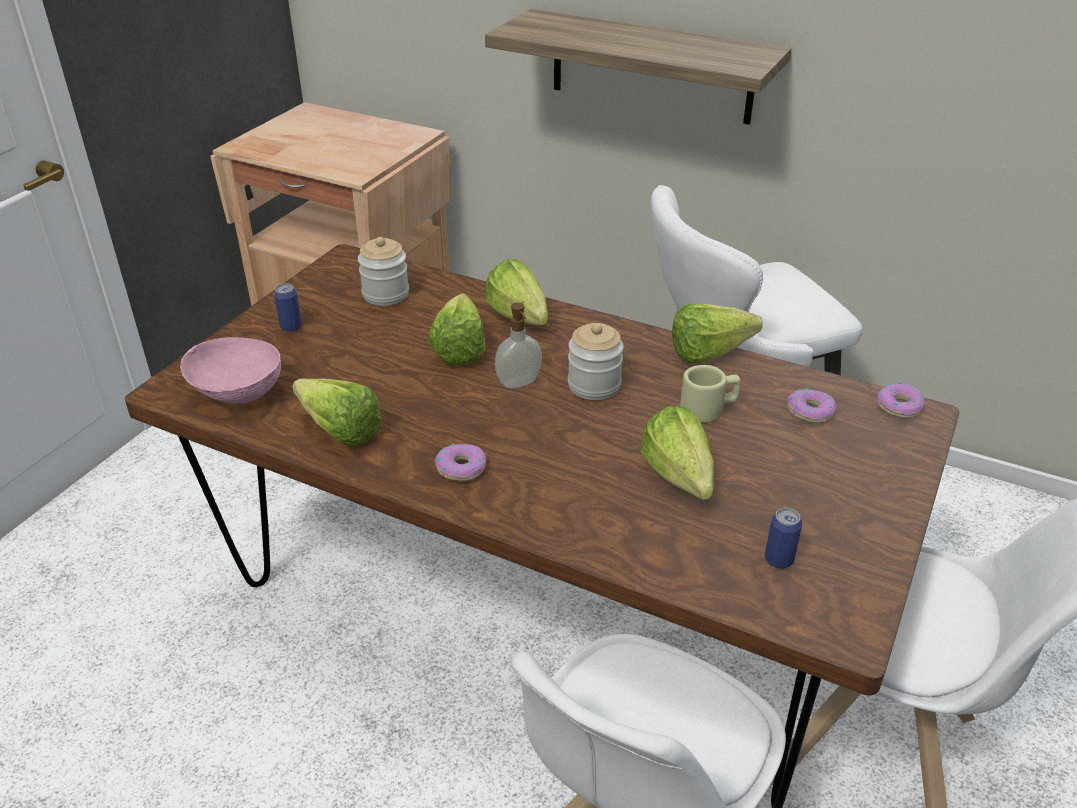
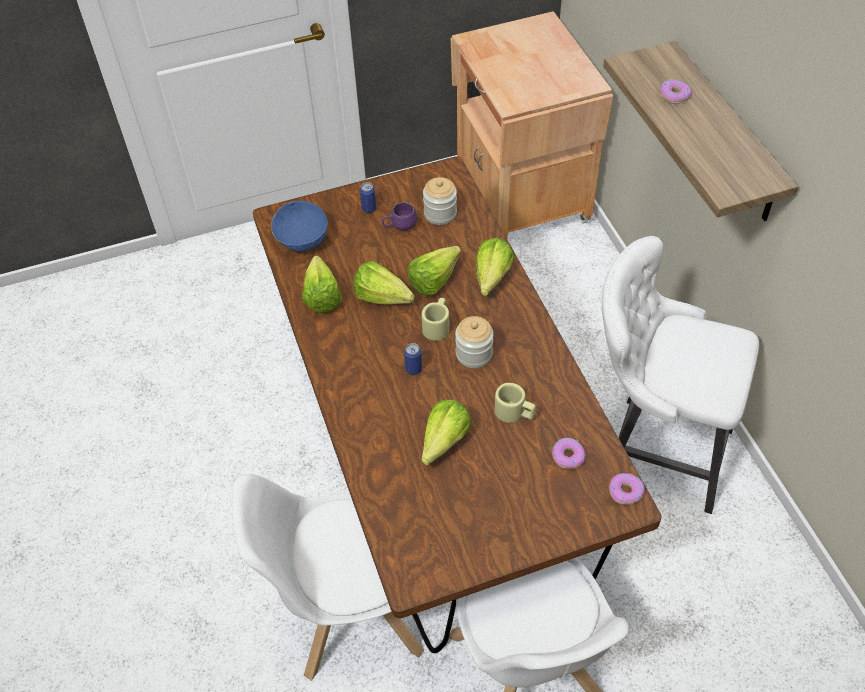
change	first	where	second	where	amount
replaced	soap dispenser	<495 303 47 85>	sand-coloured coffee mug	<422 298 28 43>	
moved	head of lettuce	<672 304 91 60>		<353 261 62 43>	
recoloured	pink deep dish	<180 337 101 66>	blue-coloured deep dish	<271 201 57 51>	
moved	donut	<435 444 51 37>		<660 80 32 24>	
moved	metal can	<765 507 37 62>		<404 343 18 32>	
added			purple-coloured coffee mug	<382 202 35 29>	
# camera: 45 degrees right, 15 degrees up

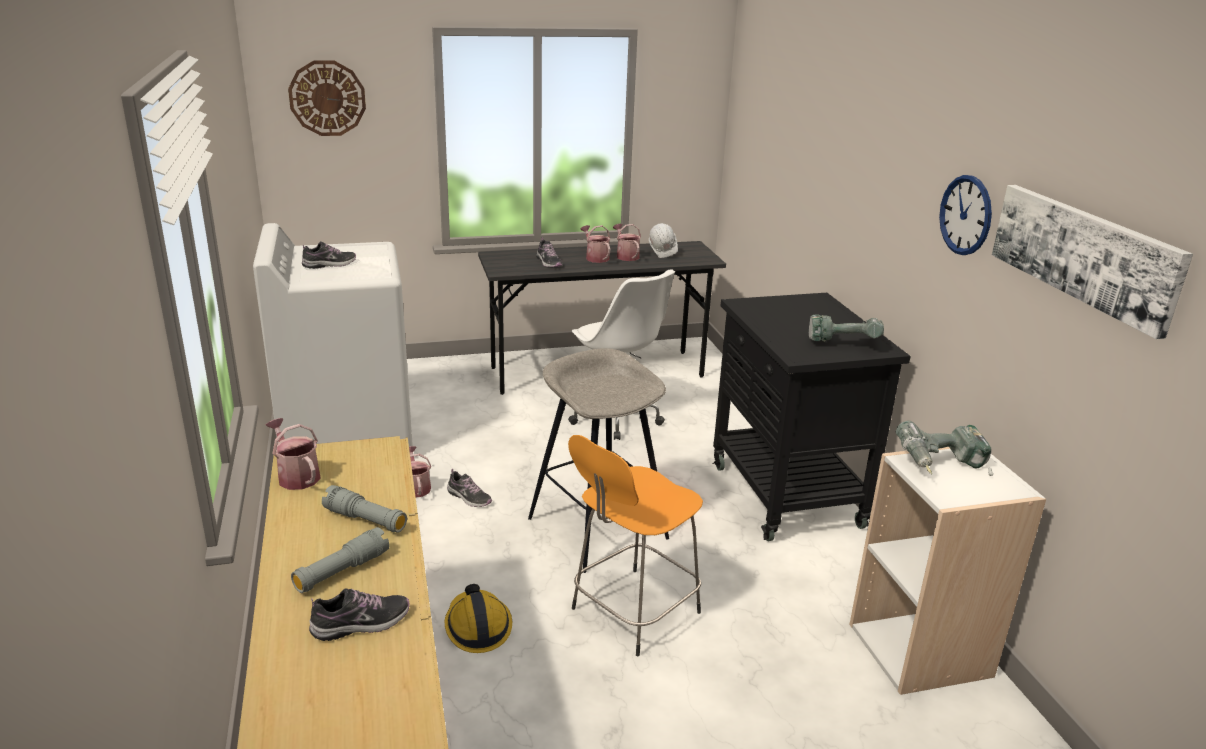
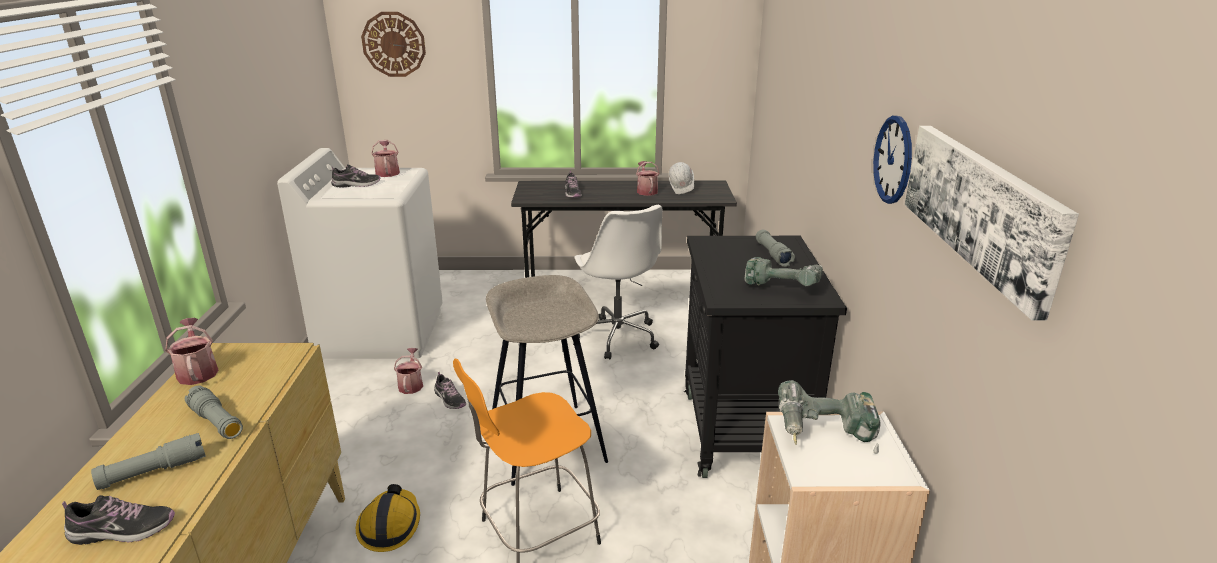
change	first	where	second	where	amount
moved	watering can	<580 225 30 38>		<371 140 29 37>	
added			grey torch	<756 230 39 37>	
# camera: 15 degrees right, 0 degrees up

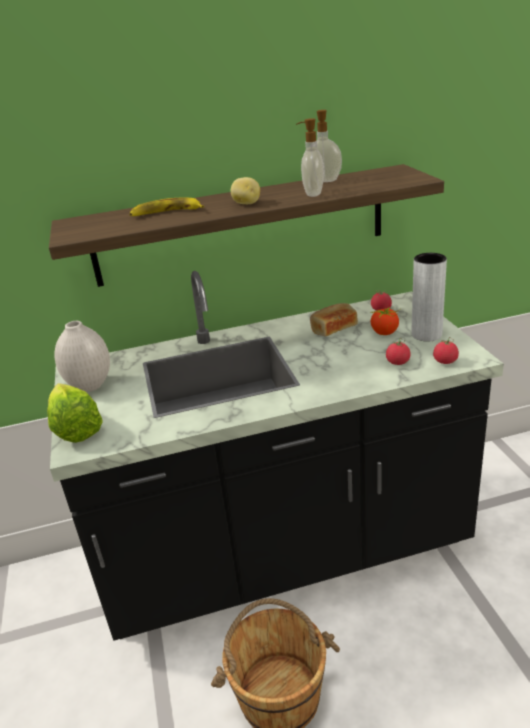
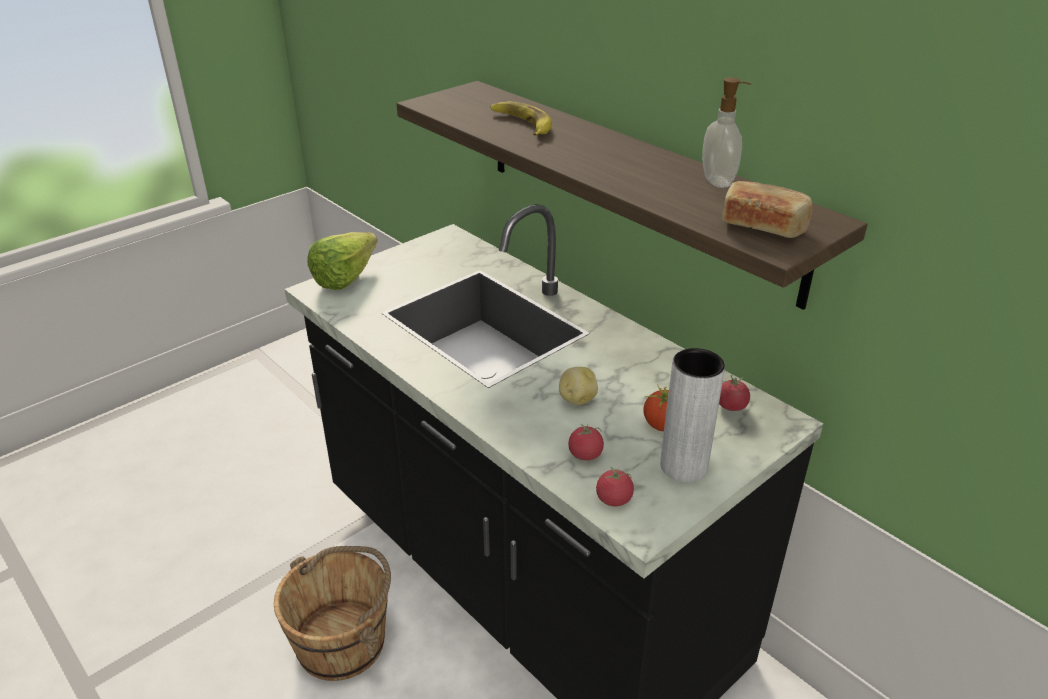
change	first	where	second	where	amount
removed	soap dispenser	<296 118 28 79>			
moved	spud	<231 177 29 27>		<559 367 39 38>	
moved	bakery bread	<310 303 48 33>		<722 181 91 57>	
removed	white flower vase	<54 321 56 71>			
# camera: 60 degrees right, 5 degrees up

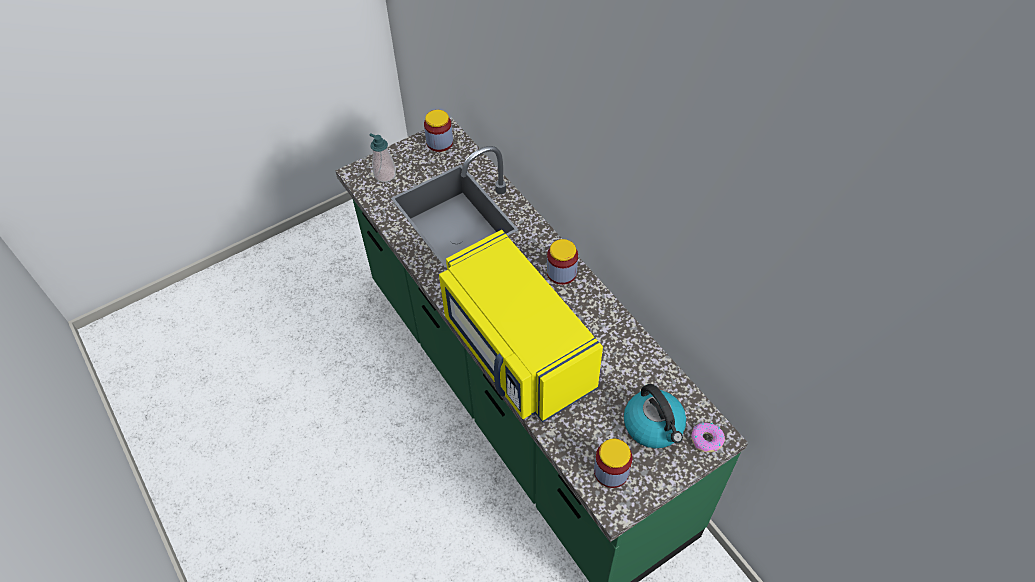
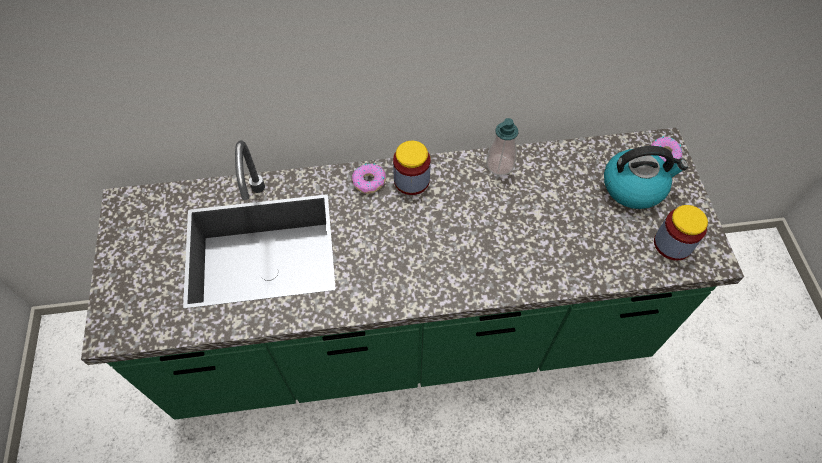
change	first	where	second	where	amount
removed	preserve jar	<424 110 29 42>			
moved	soap dispenser	<370 134 26 48>		<486 118 32 58>	
removed	yellow-coloured microwave oven	<439 230 164 192>			
added			donut	<352 163 34 31>	
# camera: 65 degrees left, 5 degrees up

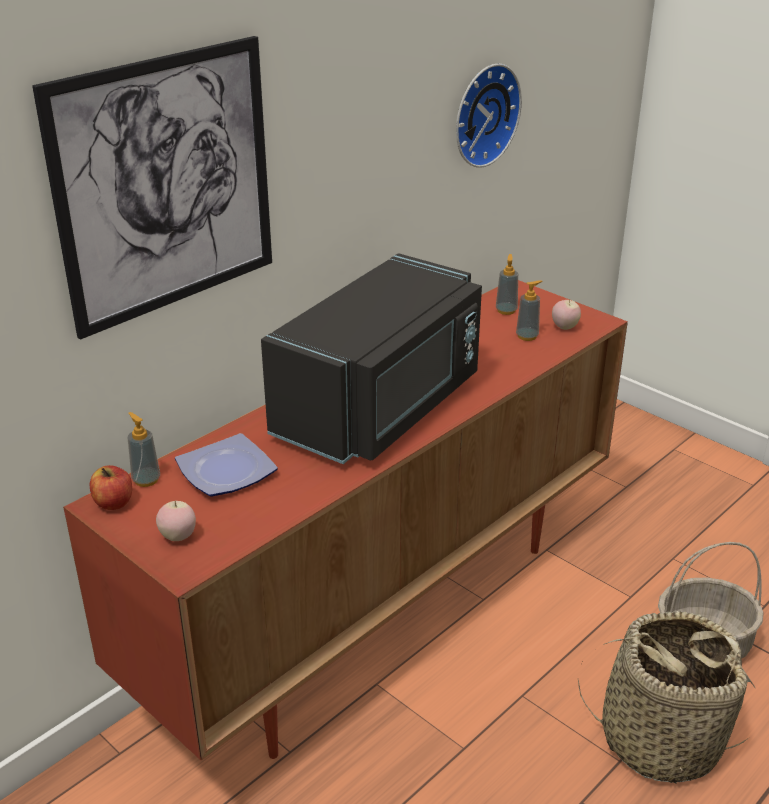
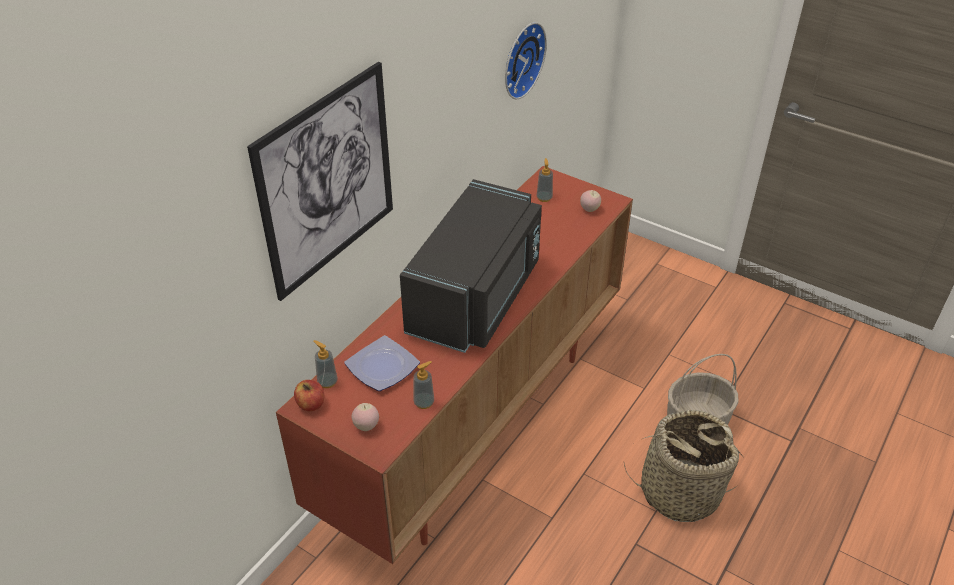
change	first	where	second	where	amount
moved	soap dispenser	<516 280 27 61>		<414 361 20 48>	
# camera: 10 degrees left, 10 degrees up

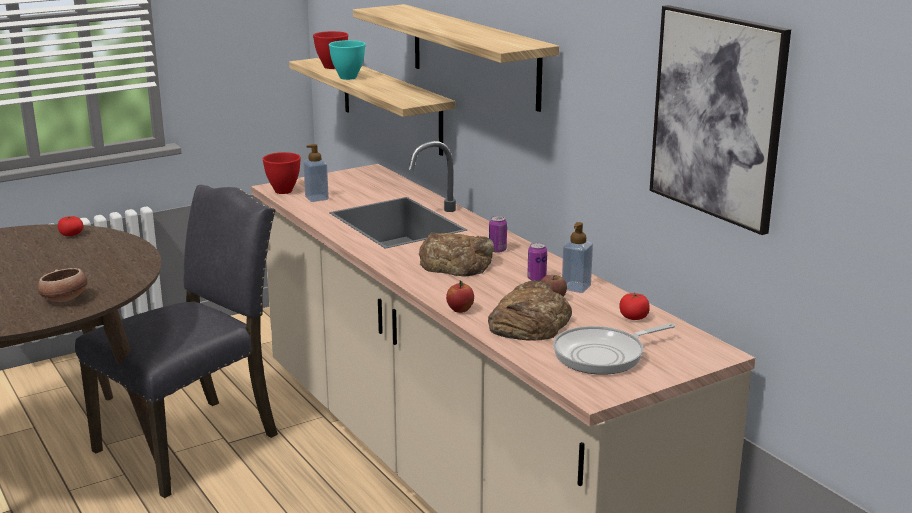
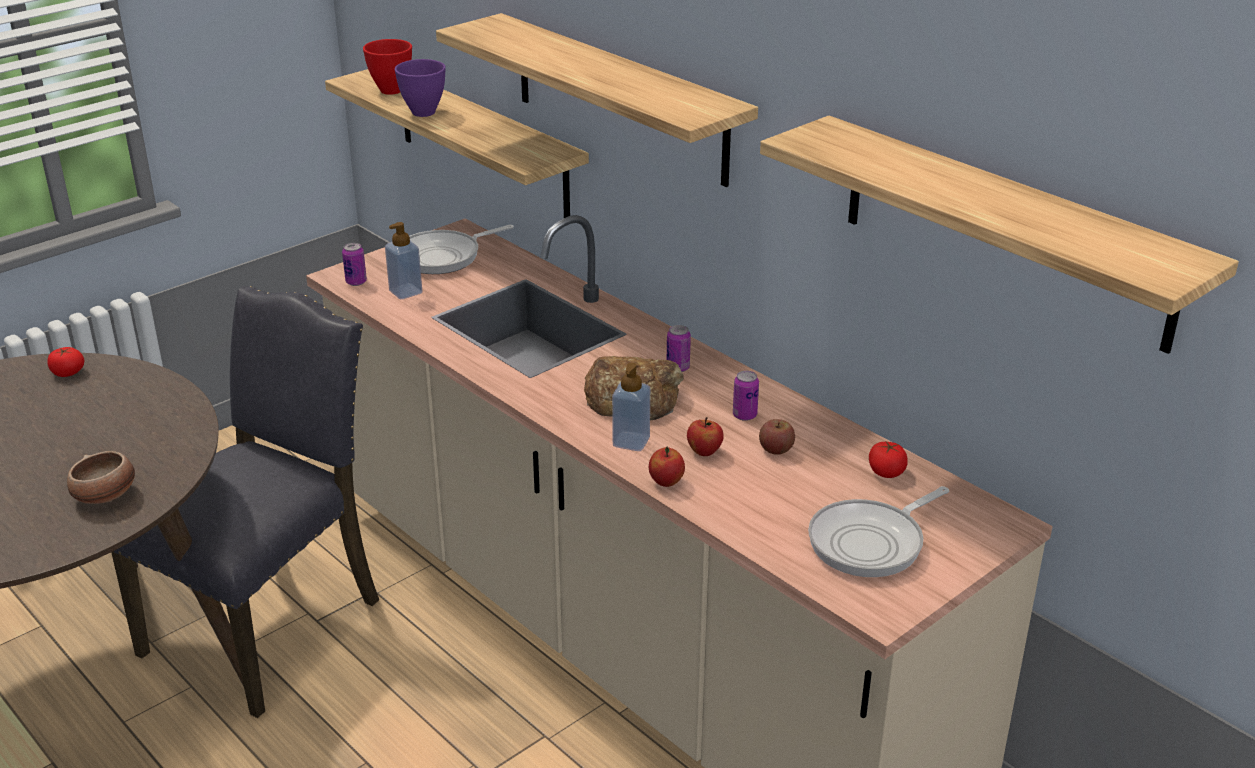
change	first	where	second	where	amount
replaced	picture	<650 5 141 230>	wall shelf	<760 115 479 239>	
recoloured	turquoise-coloured deep dish	<329 40 36 40>	purple-coloured deep dish	<395 59 51 58>	
replaced	red deep dish	<263 152 38 42>	metal can	<342 243 25 43>	
moved	soap dispenser	<562 222 31 71>		<612 363 38 88>	
removed	bakery bread	<488 281 84 60>			
added			skillet	<409 225 105 49>	
added			whole apple	<687 417 37 39>	
# camera: 10 degrees left, 10 degrees up

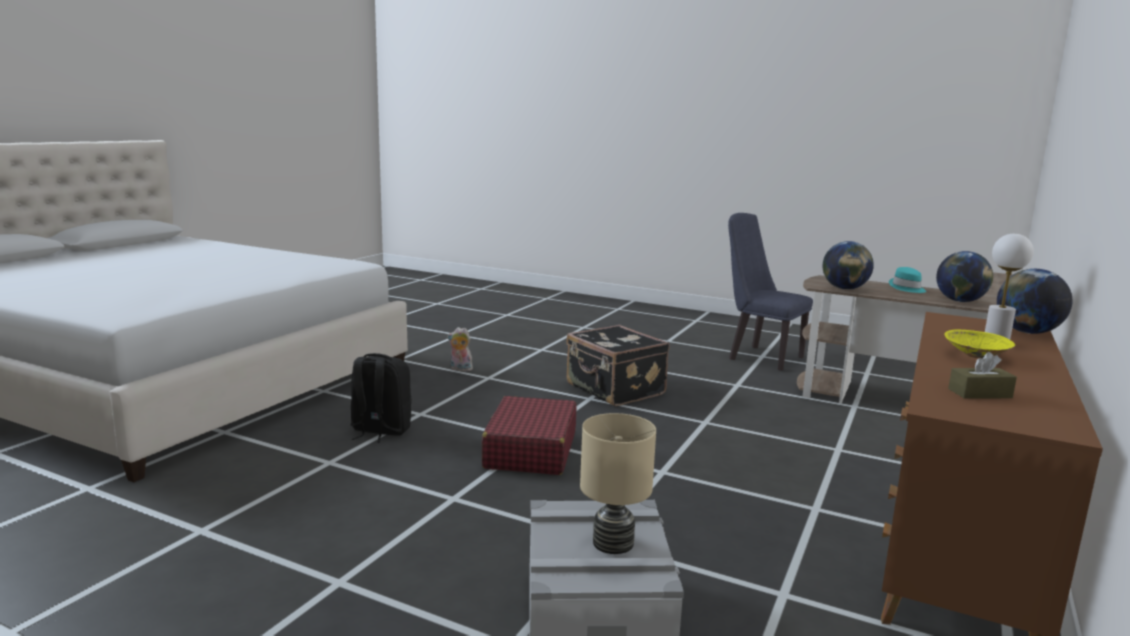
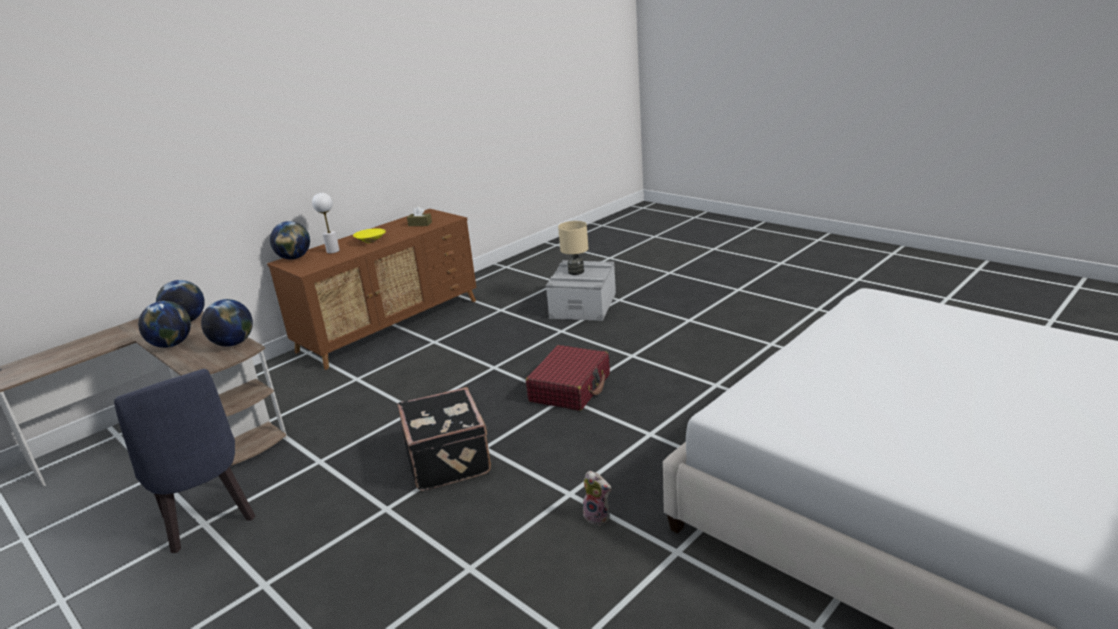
change	first	where	second	where	amount
replaced	turquoise-coloured wearable hat	<889 267 37 26>	desk globe	<138 301 53 47>	
removed	blackish knapsack	<350 353 62 90>			
# camera: 160 degrees left, 10 degrees up

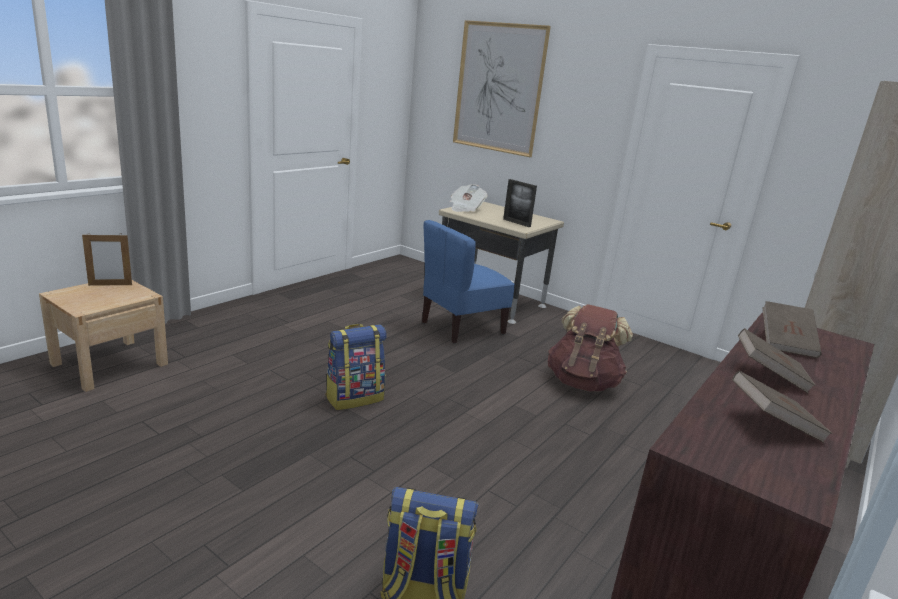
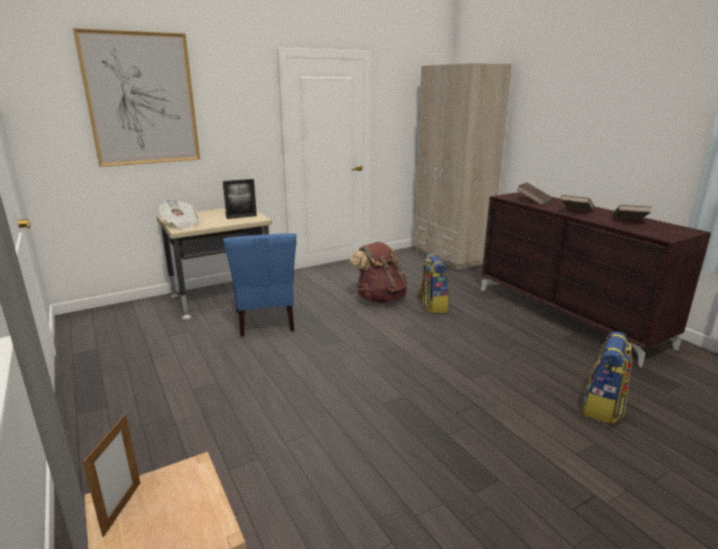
change	first	where	second	where	amount
moved	knapsack	<325 324 62 86>		<418 253 31 61>	
# camera: 65 degrees left, 0 degrees up

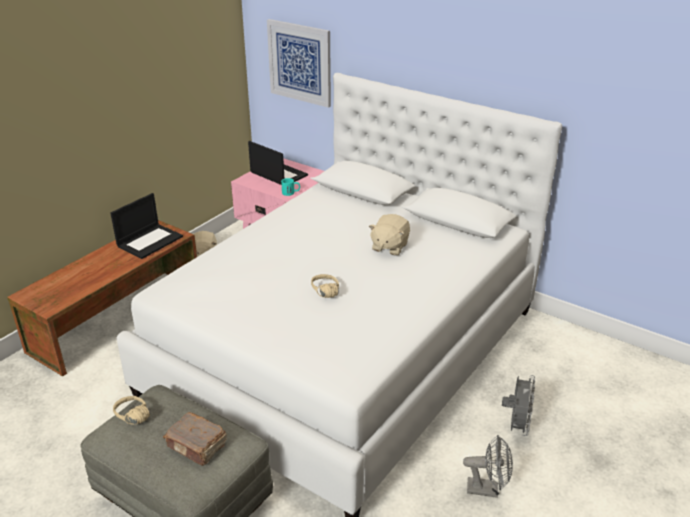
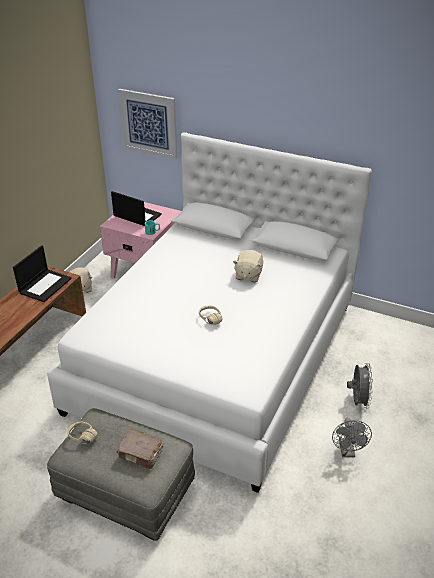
change	first	where	second	where	amount
turned	grey electric fan	<463 435 50 63>		<332 418 40 39>	90 degrees clockwise
# camera: 10 degrees left, 5 degrees up

